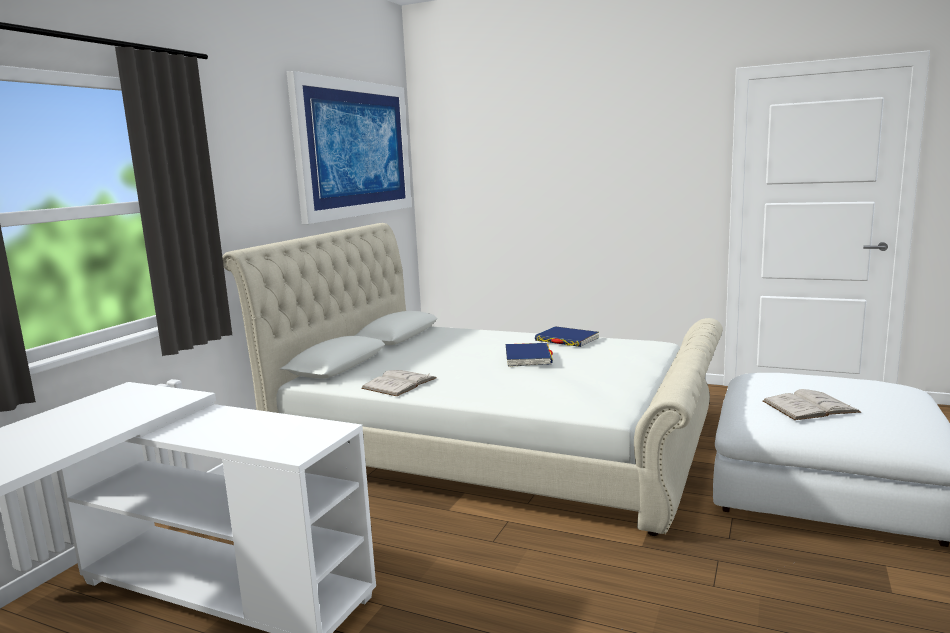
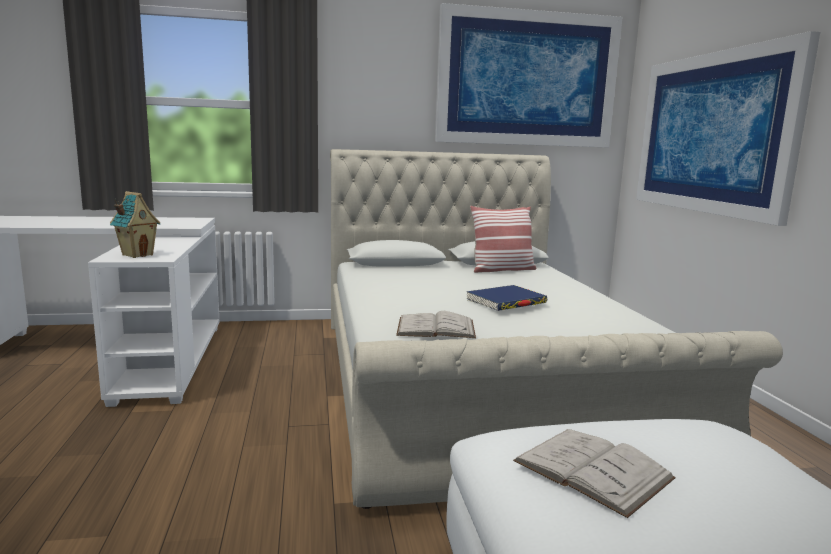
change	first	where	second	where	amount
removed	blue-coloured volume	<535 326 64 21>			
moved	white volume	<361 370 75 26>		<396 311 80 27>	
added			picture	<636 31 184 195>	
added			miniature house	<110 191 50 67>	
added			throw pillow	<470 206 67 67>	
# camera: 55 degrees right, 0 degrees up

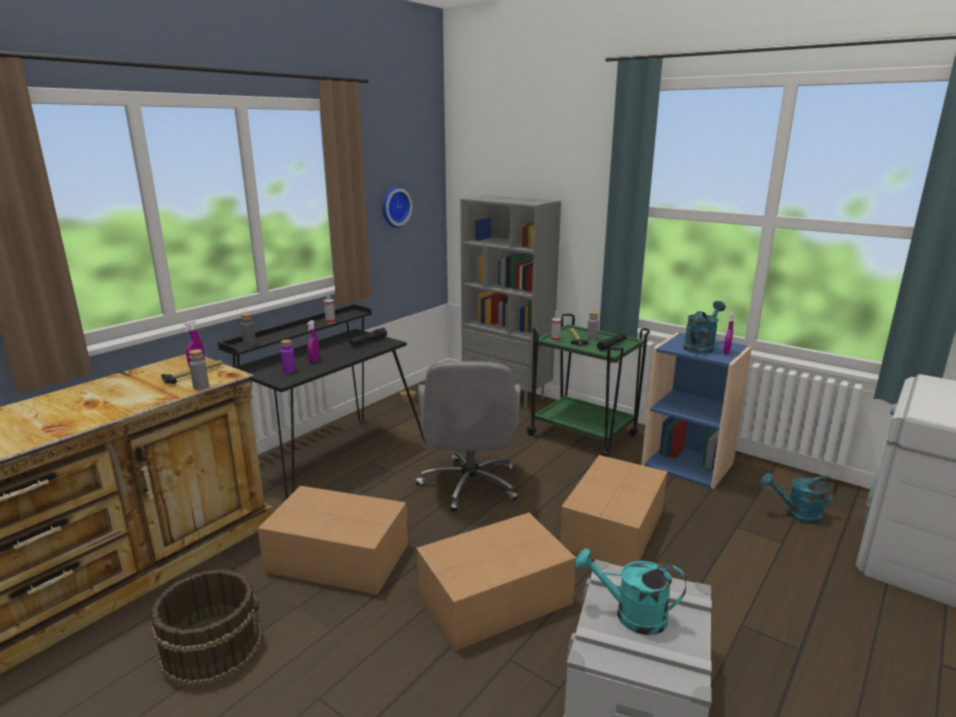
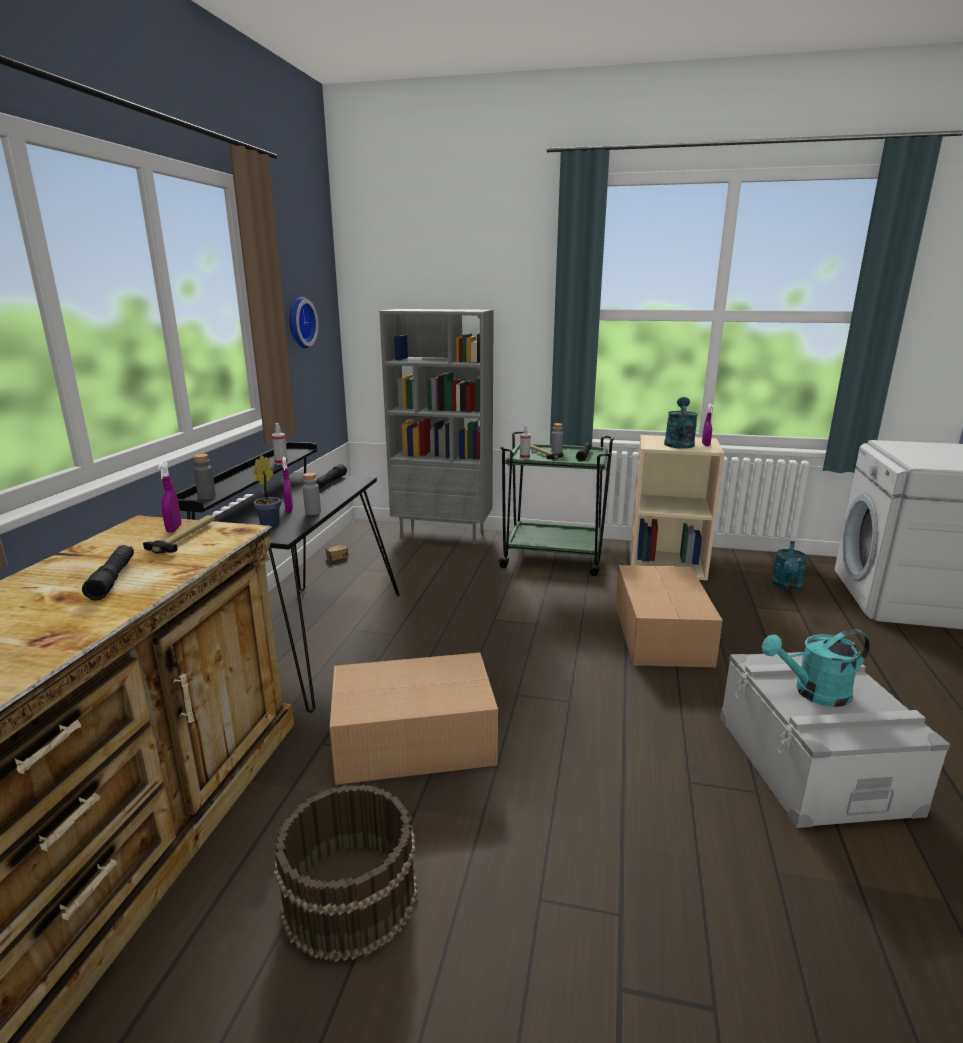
change	first	where	second	where	amount
recoloured	blue-coloured bookshelf	<641 332 111 157>	sand-coloured bookshelf	<630 435 95 146>	
replaced	purple-coloured beverage bottle	<281 340 15 33>	plant in a pot	<253 455 28 73>	
moved	grey beverage bottle	<189 349 20 41>		<303 473 18 42>	
removed	grey office chair	<416 361 105 151>			
turned	turquoise-coloured watering can	<761 473 76 51>		<772 541 35 49>	45 degrees counterclockwise
removed	packing box	<416 513 160 138>			
added			blackish torch	<82 545 52 55>	
# camera: 25 degrees left, 0 degrees up

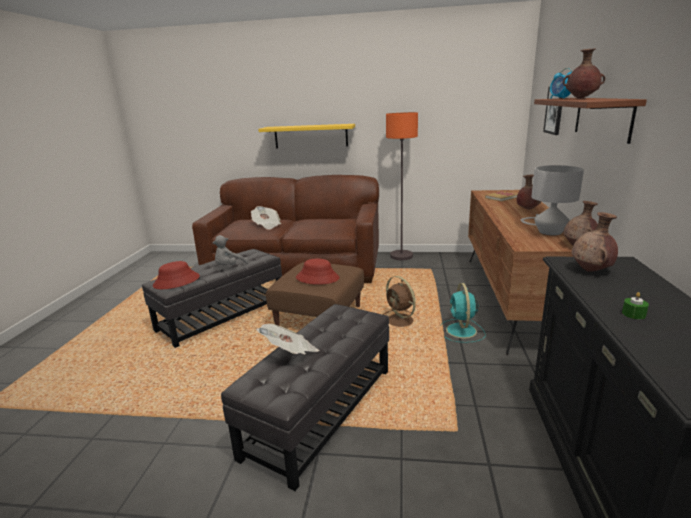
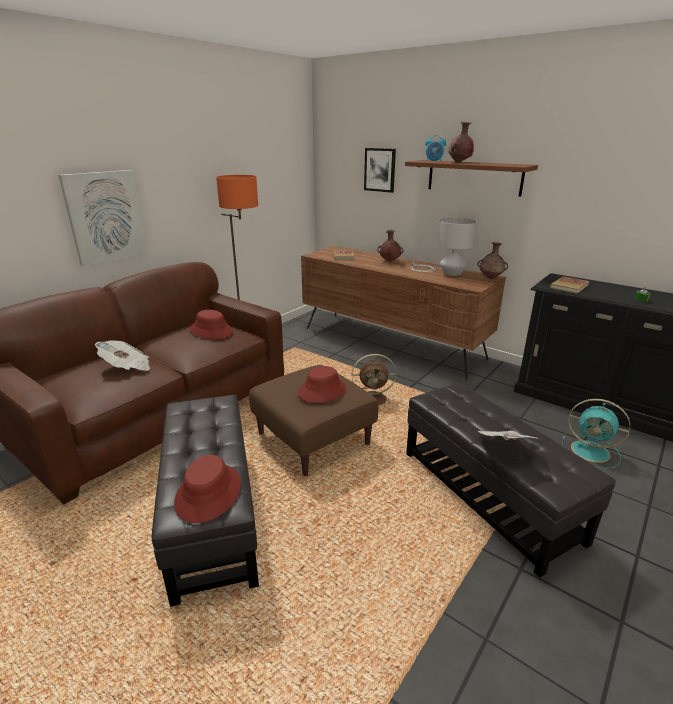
change	first	where	second	where	amount
replaced	yellow-coloured wall shelf	<258 124 97 25>	picture	<59 170 89 96>	
replaced	brown-coloured flower vase	<571 212 47 60>	volume	<550 276 39 18>	
removed	grey cuddly toy	<213 235 36 30>			
moved	turquoise-coloured electric fan	<442 283 44 60>		<562 399 68 70>	
added			red wearable hat	<190 310 43 29>	
# camera: 60 degrees left, 5 degrees up

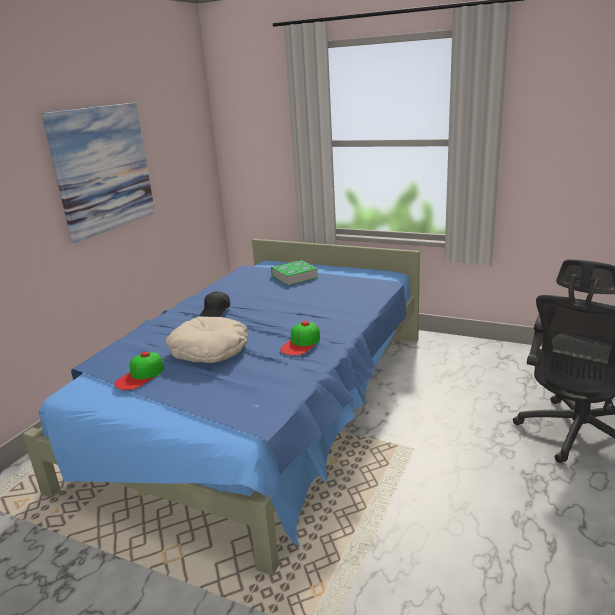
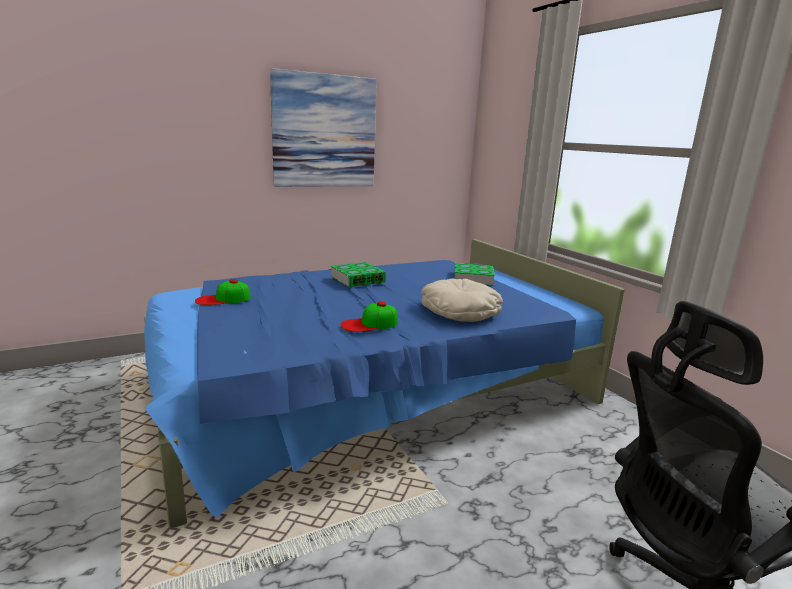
change	first	where	second	where	amount
replaced	blackish baseball cap	<200 291 30 26>	volume	<330 262 56 25>	
moved	sand-coloured throw pillow	<166 316 82 47>		<421 279 82 43>	
# camera: 35 degrees right, 5 degrees down

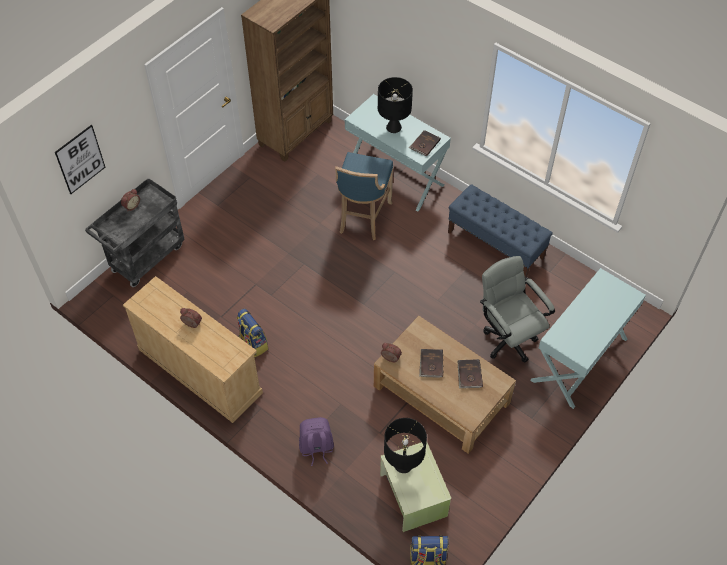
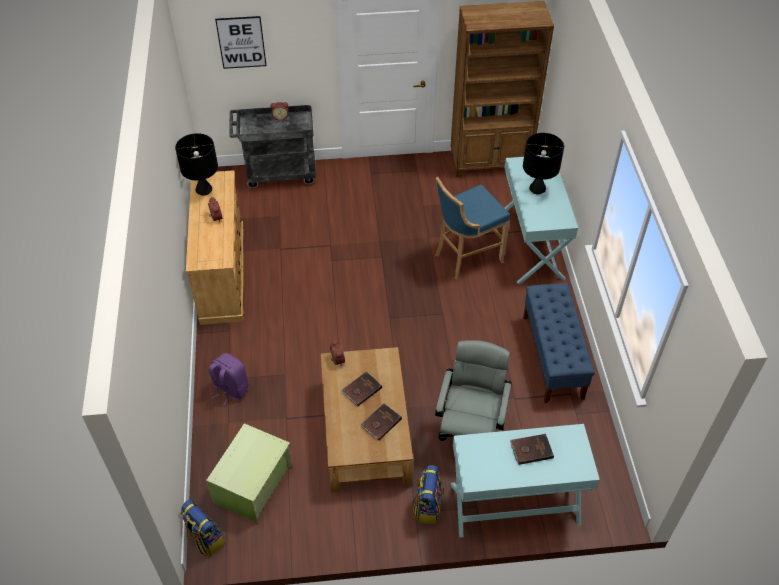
change	first	where	second	where	amount
moved	brown-coloured volume	<409 130 32 27>		<510 434 44 31>	
moved	knapsack	<237 309 31 48>		<413 465 30 59>	
moved	blackish tabletop lamp	<384 418 43 55>		<175 133 43 63>	
# camera: 45 degrees right, 5 degrees down

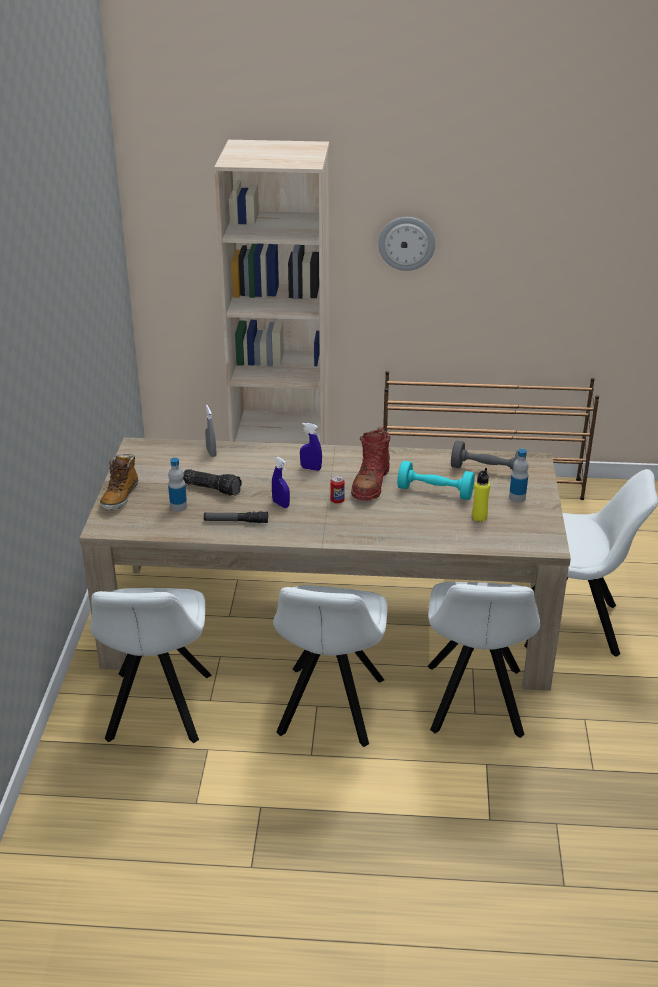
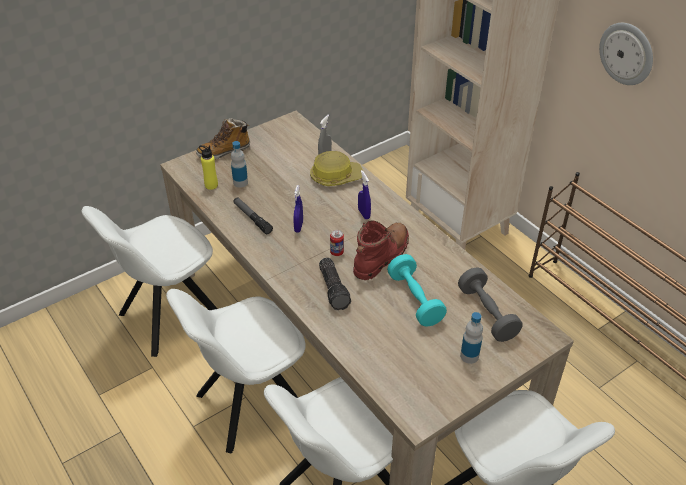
change	first	where	second	where	amount
turned	red boot	<351 427 39 73>		<353 220 56 60>	150 degrees clockwise
moved	yellow-coloured beverage bottle	<472 468 18 54>		<199 145 19 45>	
moved	torch	<183 470 59 26>		<319 258 32 52>	
added			work helmet	<310 151 53 35>	
# camera: 50 degrees right, 10 degrees up

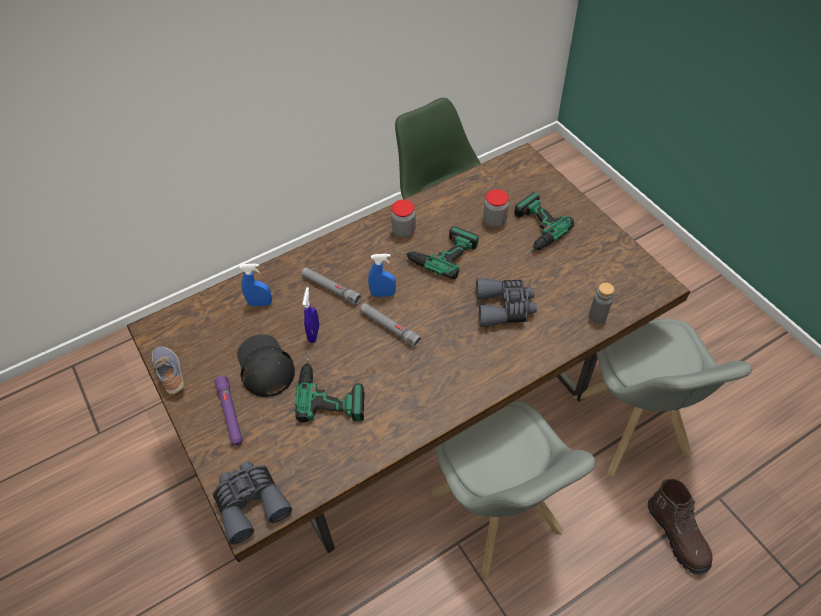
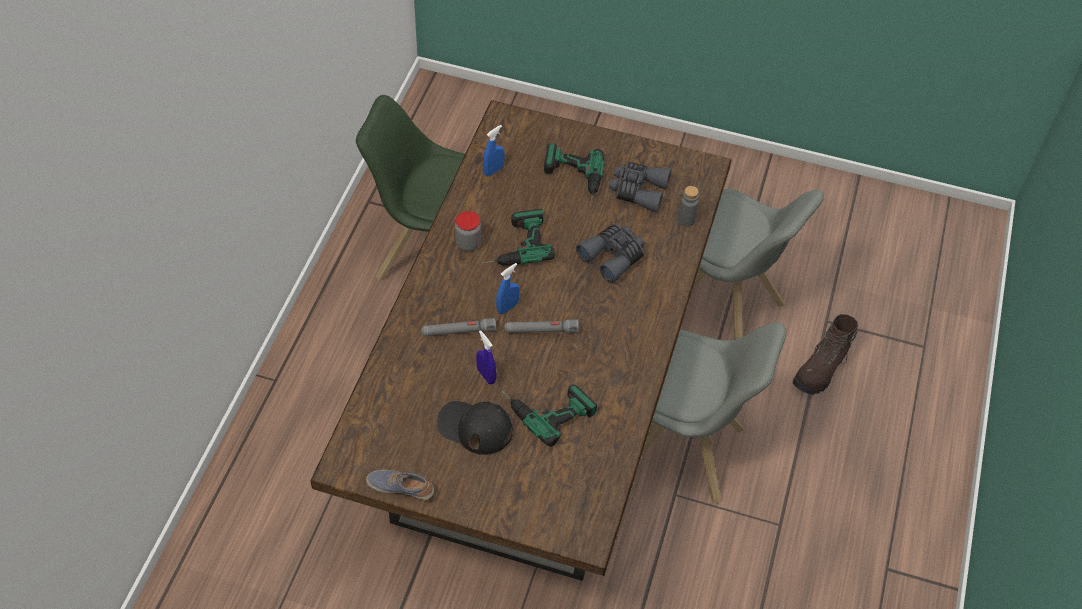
change	first	where	second	where	amount
removed	preserve jar	<483 189 26 38>			
moved	blue-coloured hand sprayer	<240 264 32 42>		<483 125 21 51>	
removed	purple-coloured torch	<214 376 29 69>			
moved	grey field glasses	<213 462 79 83>		<609 162 62 51>	
turned	brown-coloured boot	<648 479 65 96>		<793 314 67 81>	105 degrees clockwise
# camera: 45 degrees left, 0 degrees up

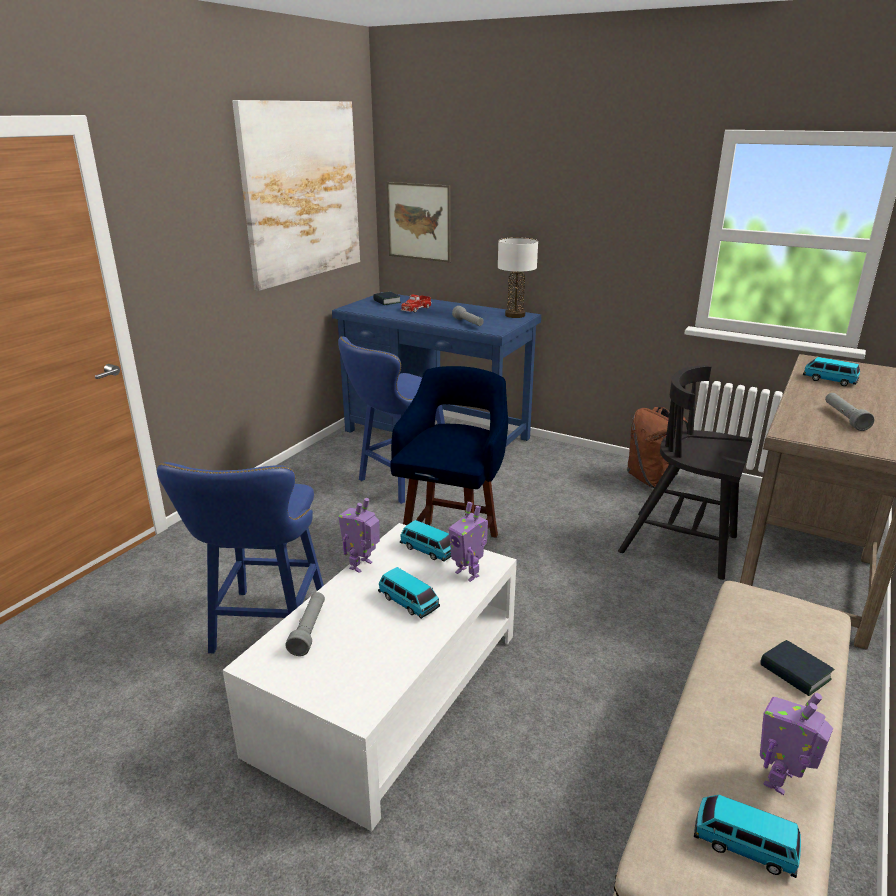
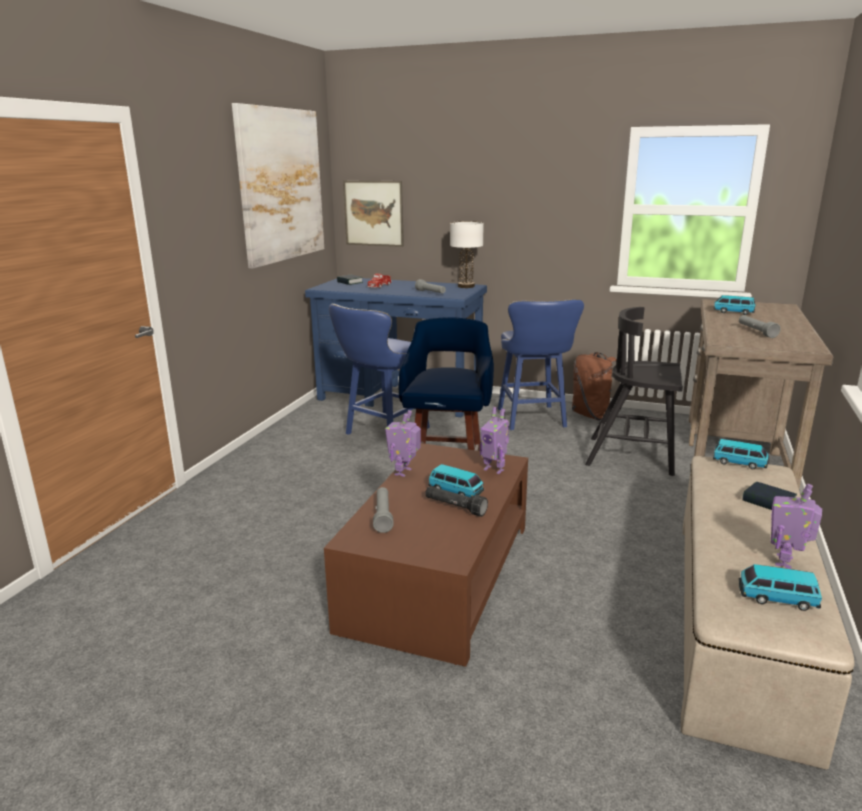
change	first	where	second	where	amount
moved	blue-coloured stool	<157 462 167 191>		<498 299 86 131>	
moved	miniature car	<400 520 51 42>		<713 439 56 30>	
recoloured	white low table	<223 523 294 309>	brown-coloured low table	<324 443 204 224>	
added			blackish torch	<425 486 63 31>	
# camera: 10 degrees left, 5 degrees down

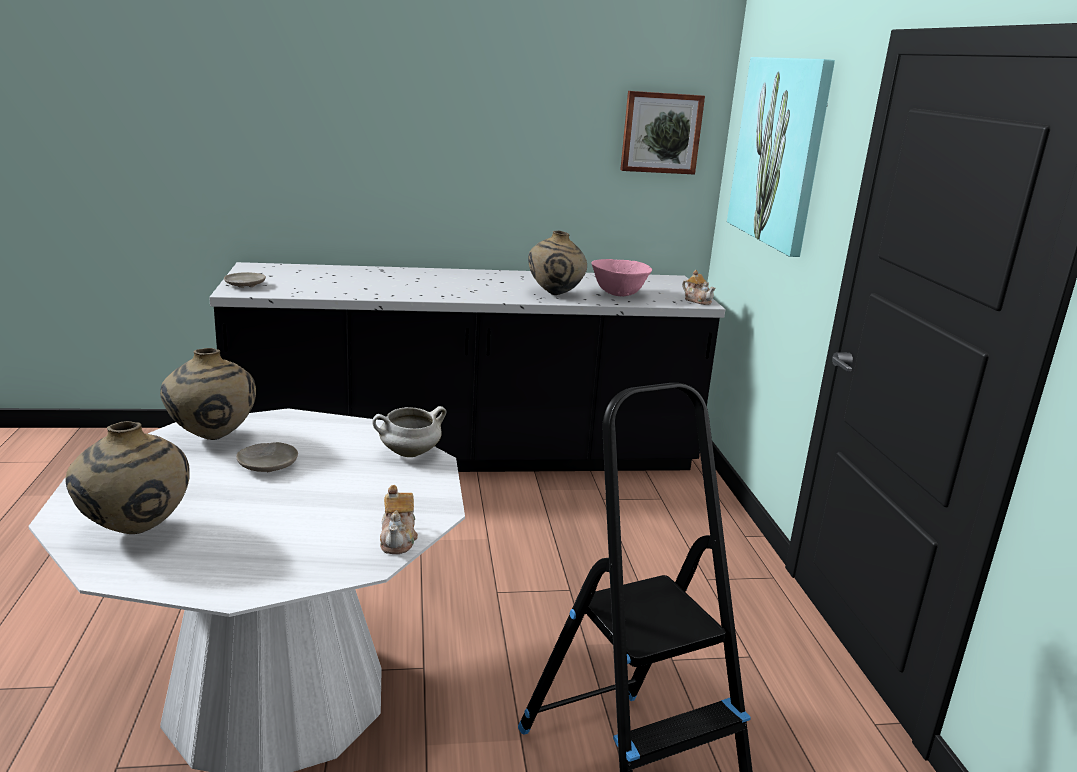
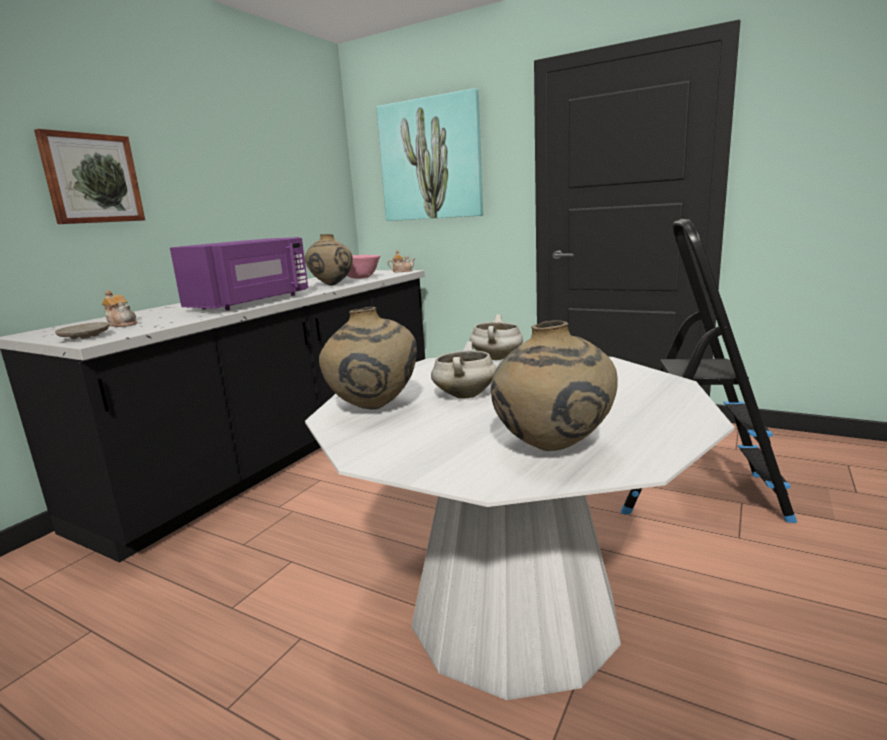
change	first	where	second	where	amount
moved	picture	<620 91 85 84>		<34 129 111 95>	
replaced	sand-coloured flat dish	<236 442 62 30>	white cooking pot	<431 341 66 58>	
moved	pot for tea	<380 485 38 69>		<102 290 35 37>	
added			purple-coloured microwave oven	<170 237 138 73>	
# camera: 50 degrees left, 5 degrees down

